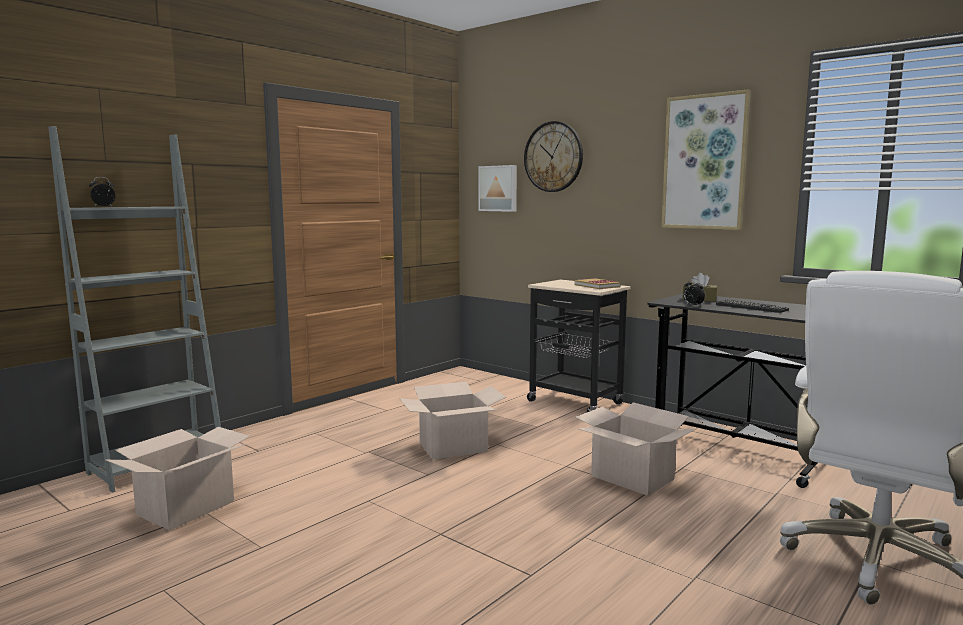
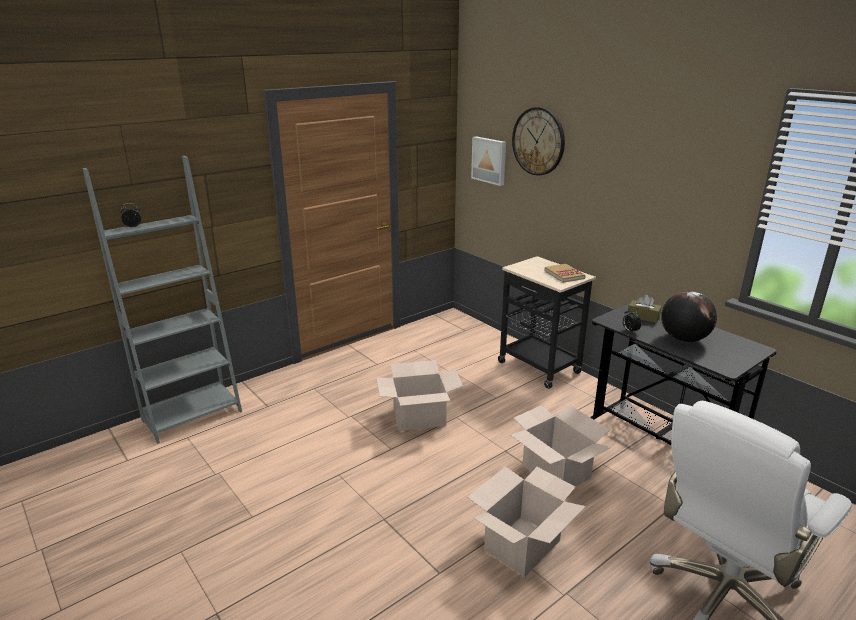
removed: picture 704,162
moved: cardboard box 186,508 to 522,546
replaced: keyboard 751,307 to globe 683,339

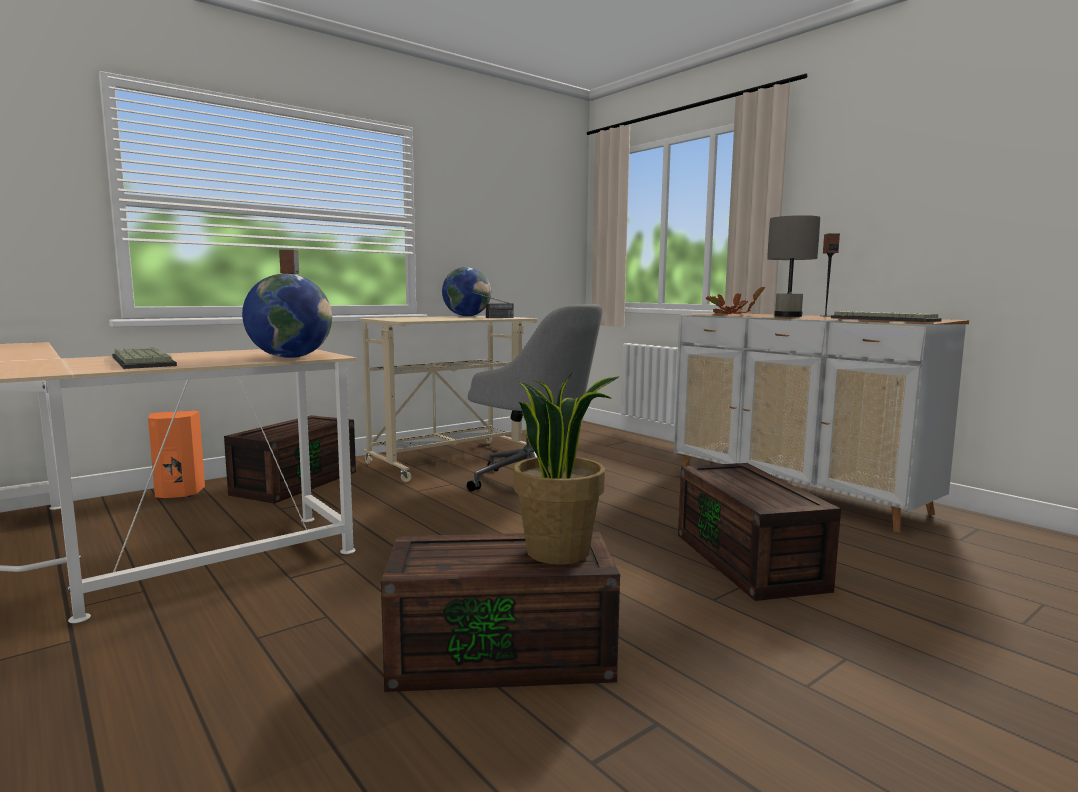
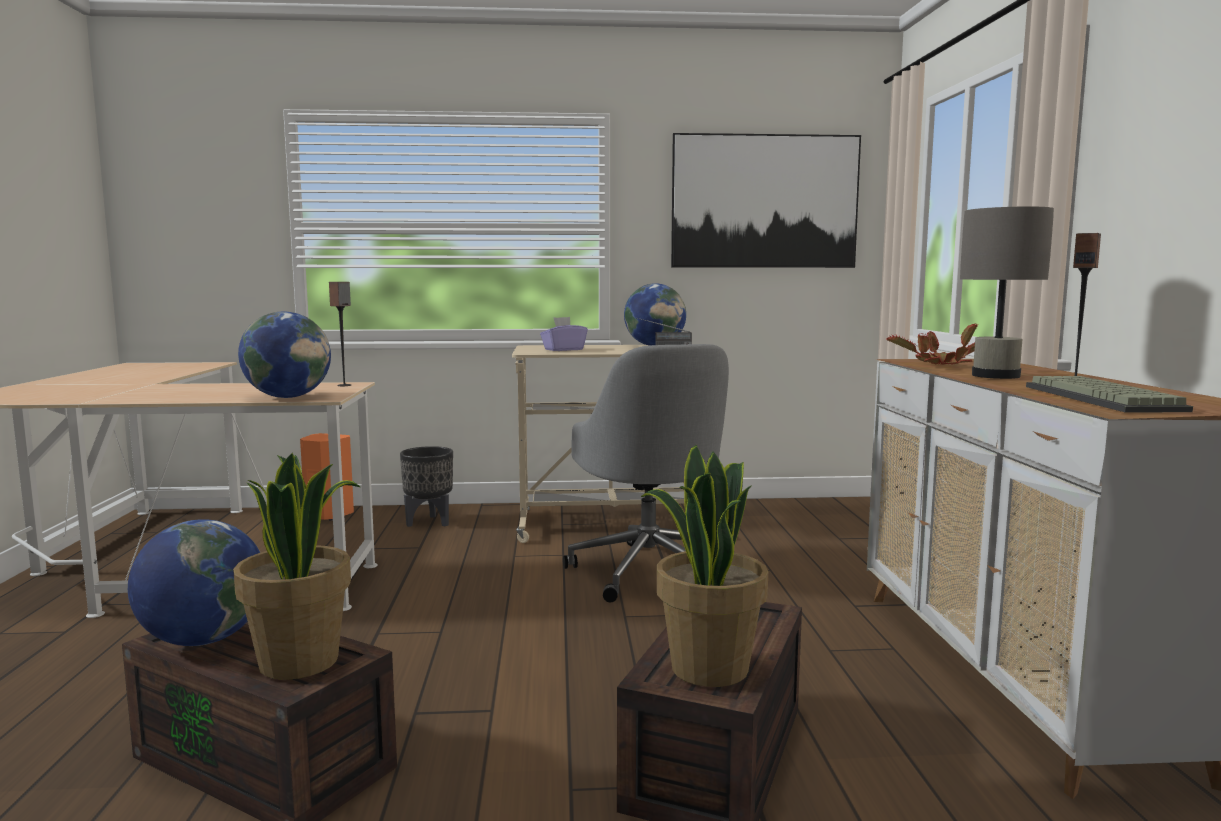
removed: keyboard 140,361
added: picture 765,201; purple tissue box 563,349; potted plant 708,668; globe 203,640
replaced: brown storage box 295,482 to black planter 429,522

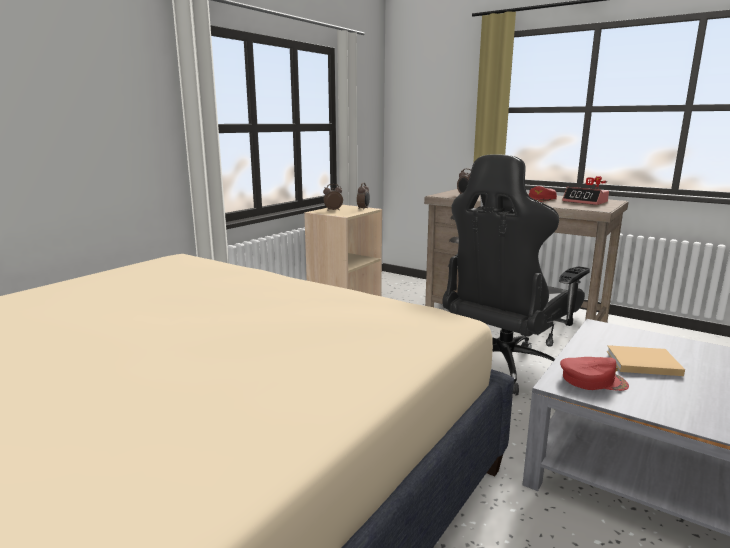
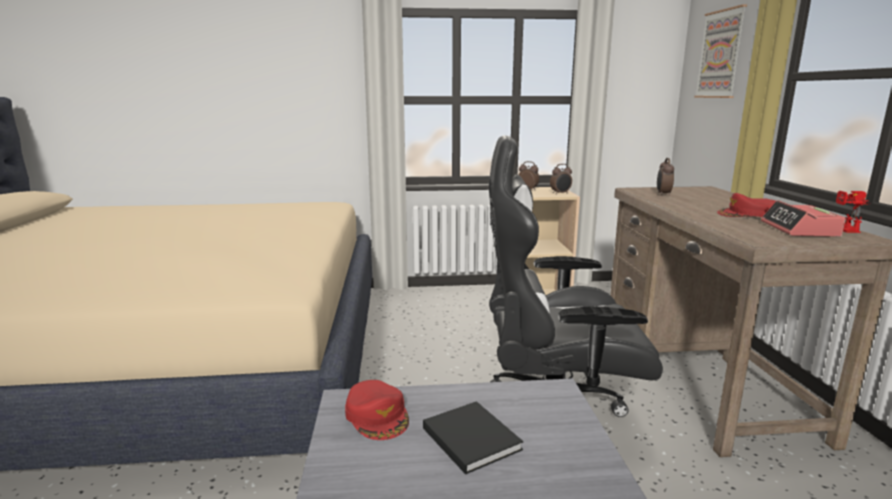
added: picture 720,54
recoloured: beige book 641,363 to black book 469,437

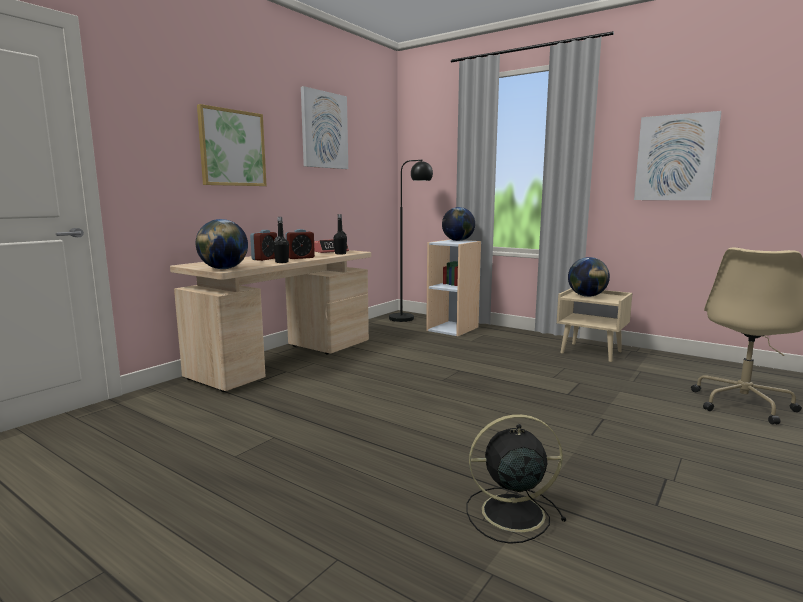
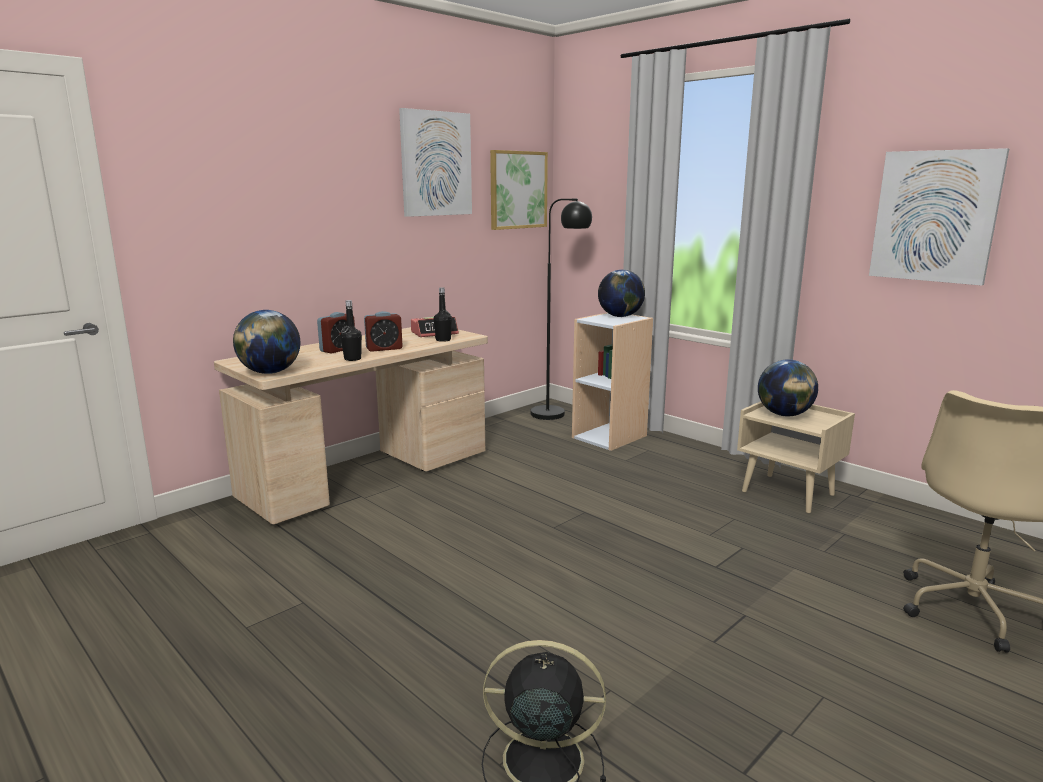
moved: picture 232,148 to 518,190

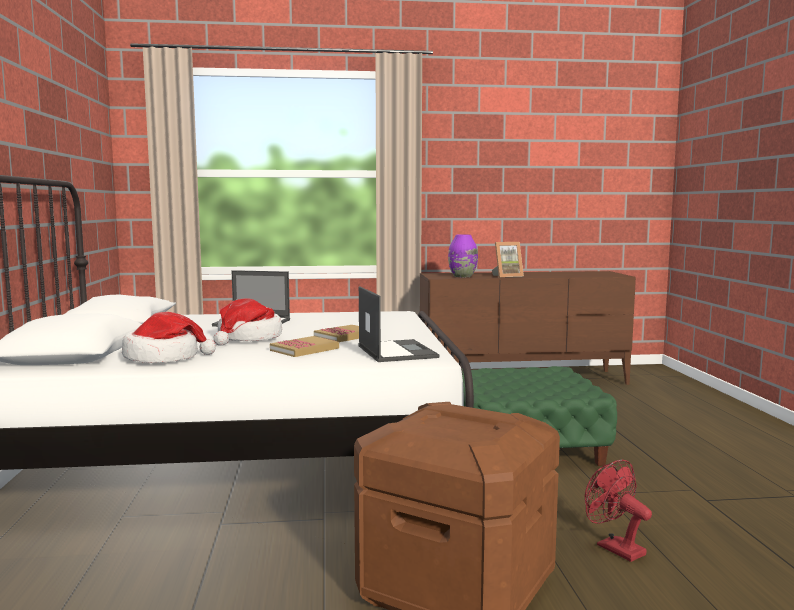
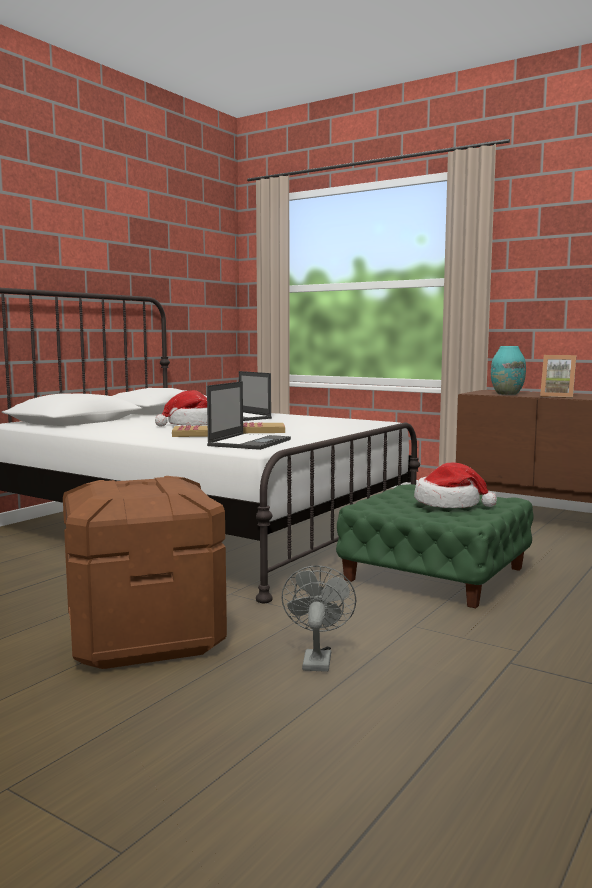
moved: hat 164,358 to 449,503
recoloured: purple vase 462,276 to turquoise vase 506,394; red fan 614,547 to grey fan 317,659

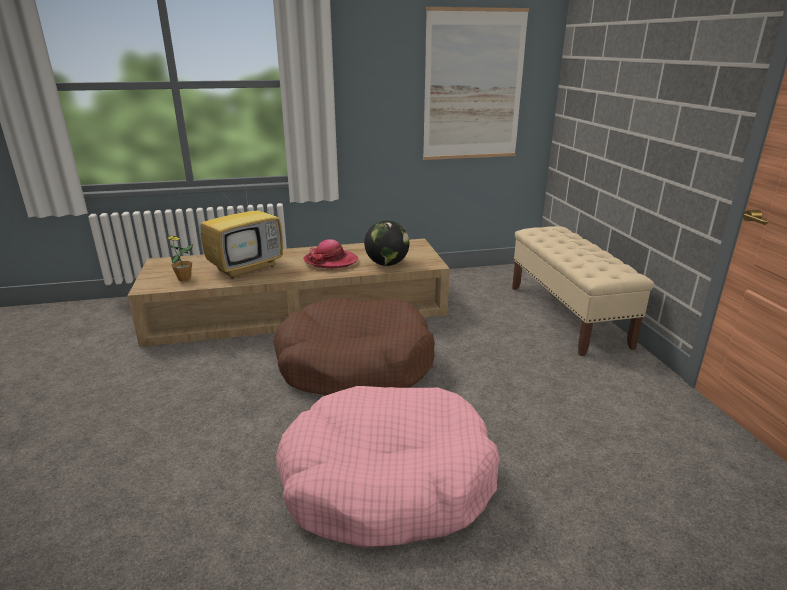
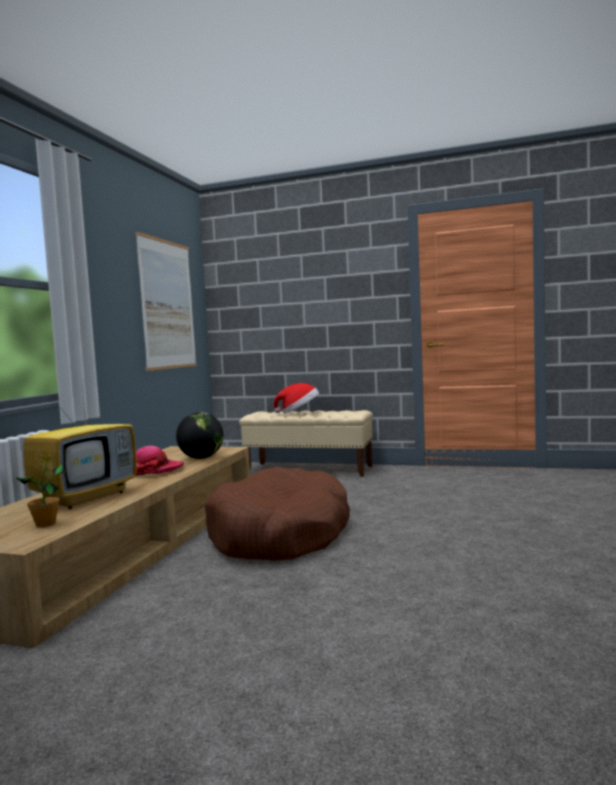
removed: pink dog bed 387,481
added: hat 299,412
turned: television 247,267 = 86,497 45 degrees clockwise

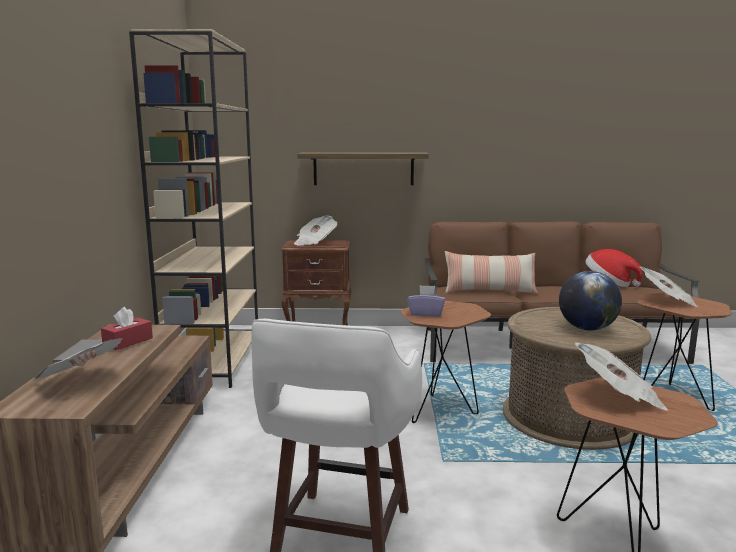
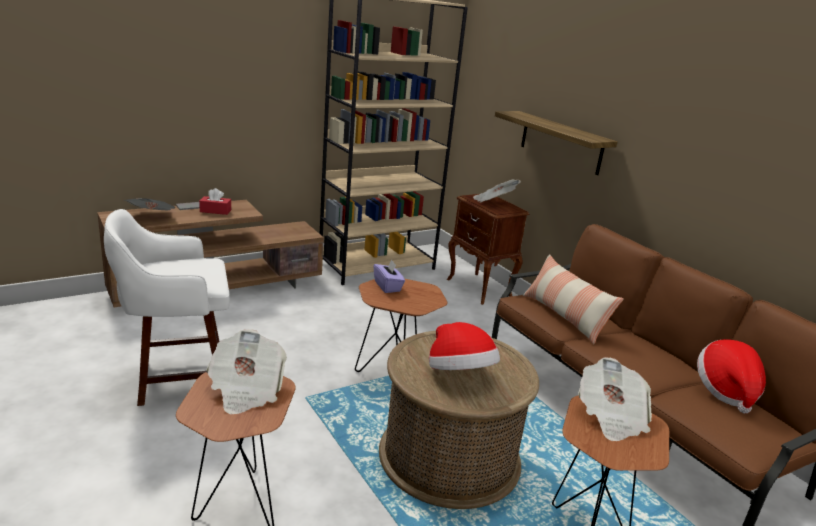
replaced: globe 587,329 to hat 459,374

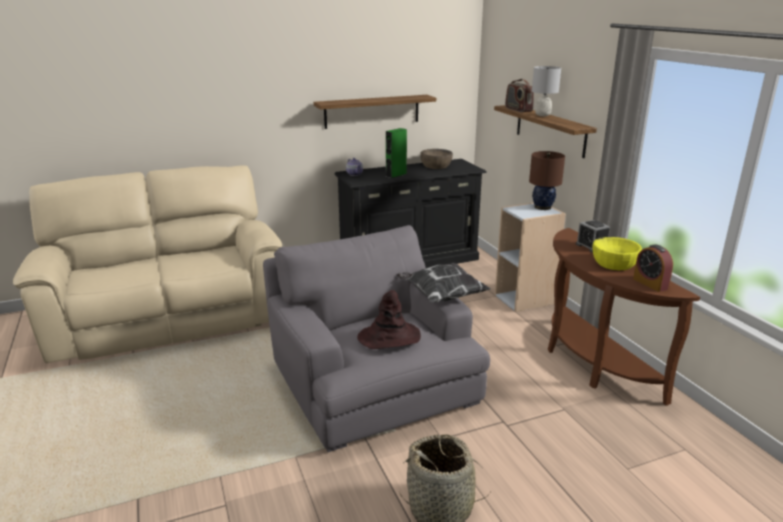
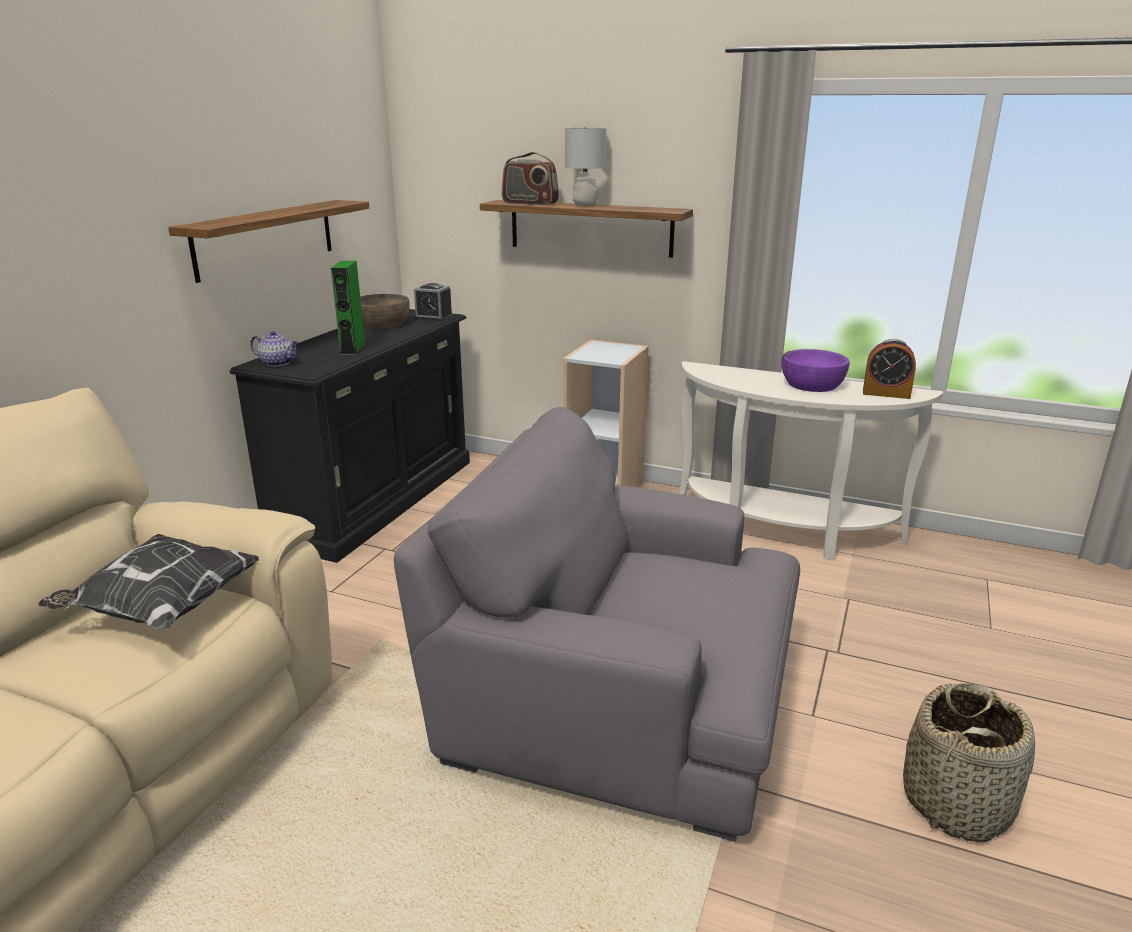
removed: brown table lamp 542,207; brown hat 389,337
moved: alarm clock 591,247 to 433,317; pillow 441,296 to 161,609
recoloured: brown console table 590,362 to white console table 782,533; yellow bowl 614,263 to purple bowl 812,384

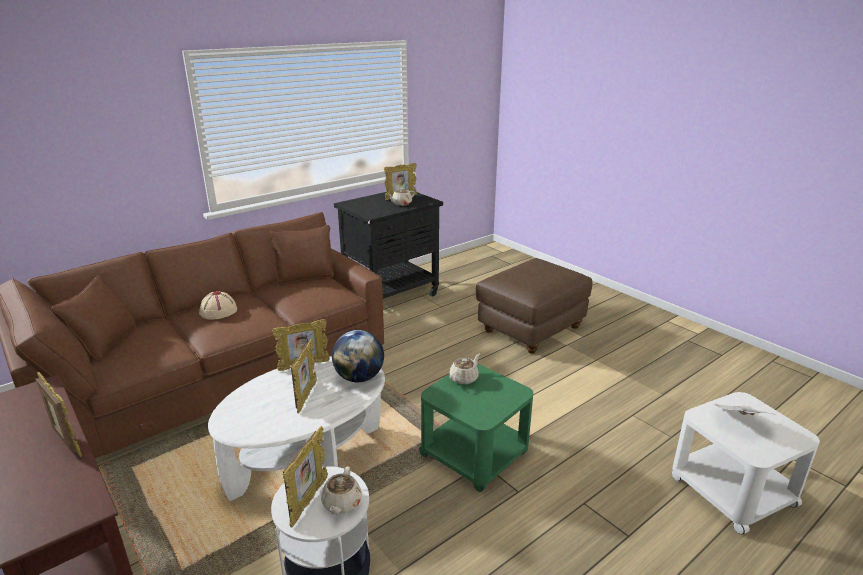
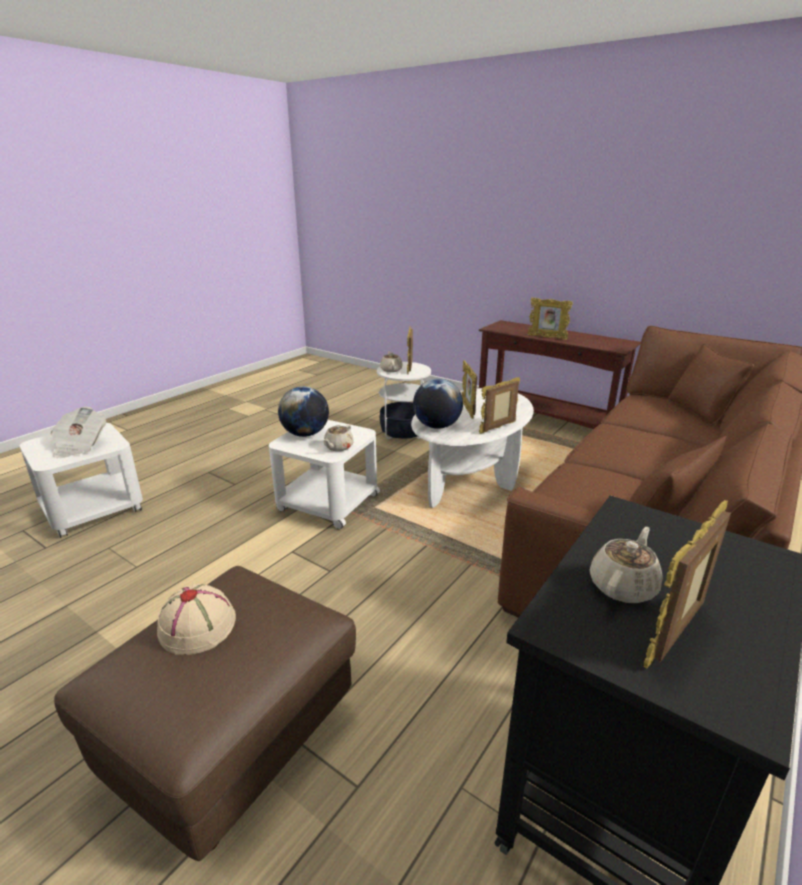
added: globe 305,434
moved: beige hat 218,311 to 198,626
recoloured: green side table 475,454 to white side table 327,502

